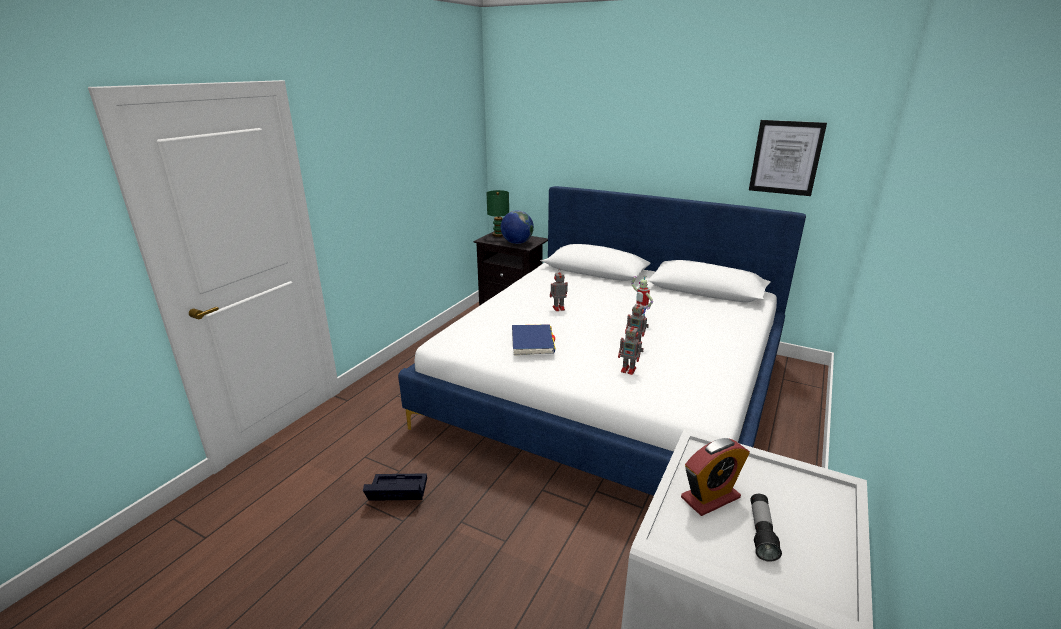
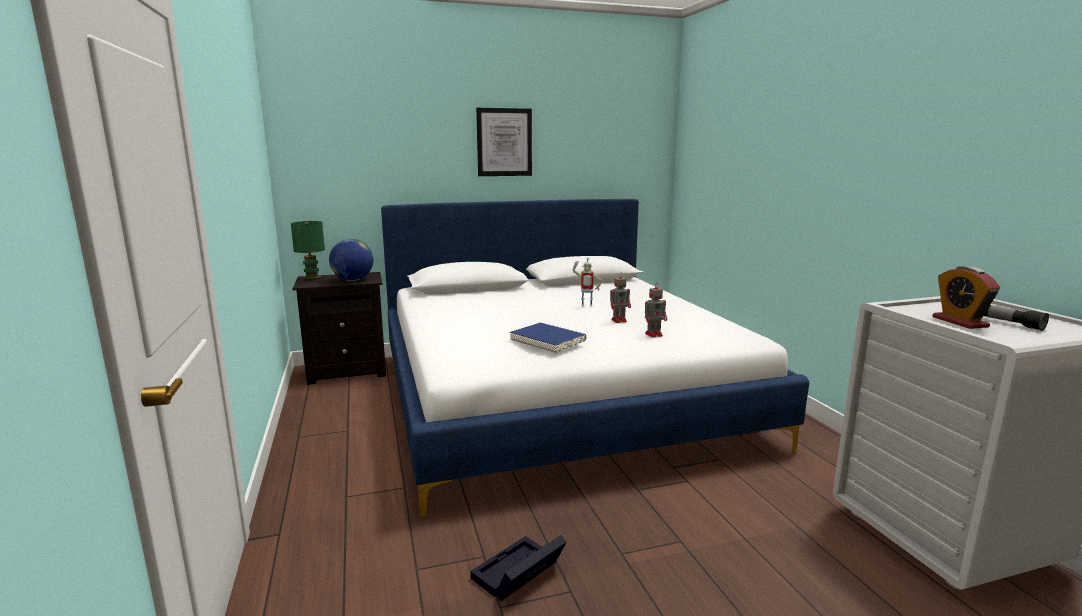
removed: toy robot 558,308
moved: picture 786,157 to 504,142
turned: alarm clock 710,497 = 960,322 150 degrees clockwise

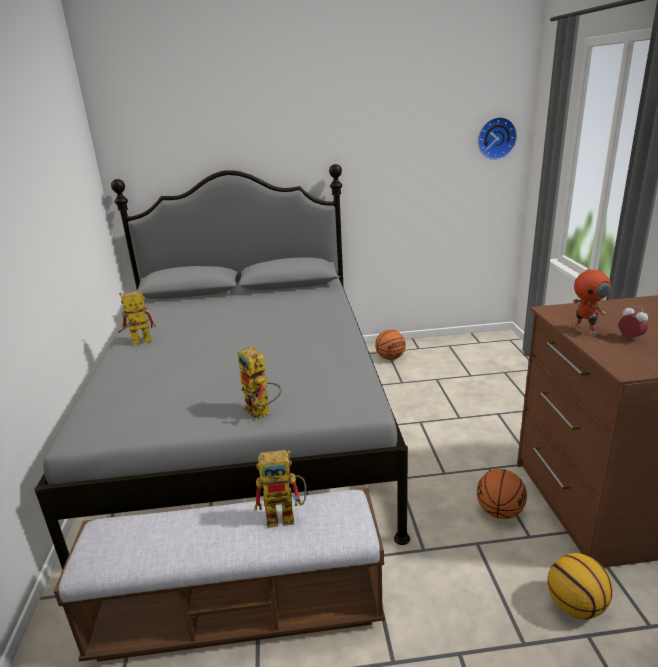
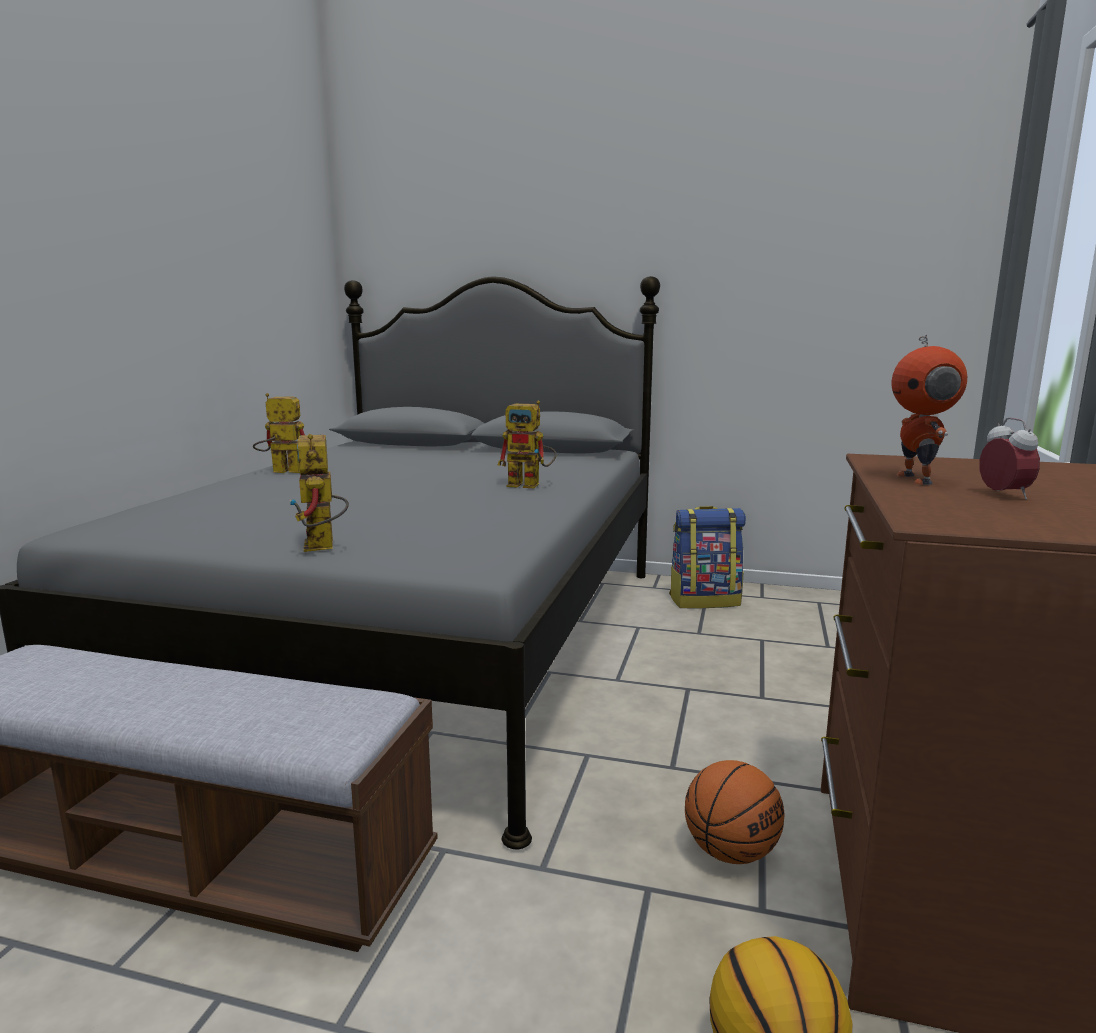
removed: wall clock 495,138
moved: toy robot 287,515 to 531,485
replaced: basketball 390,358 to backpack 705,600

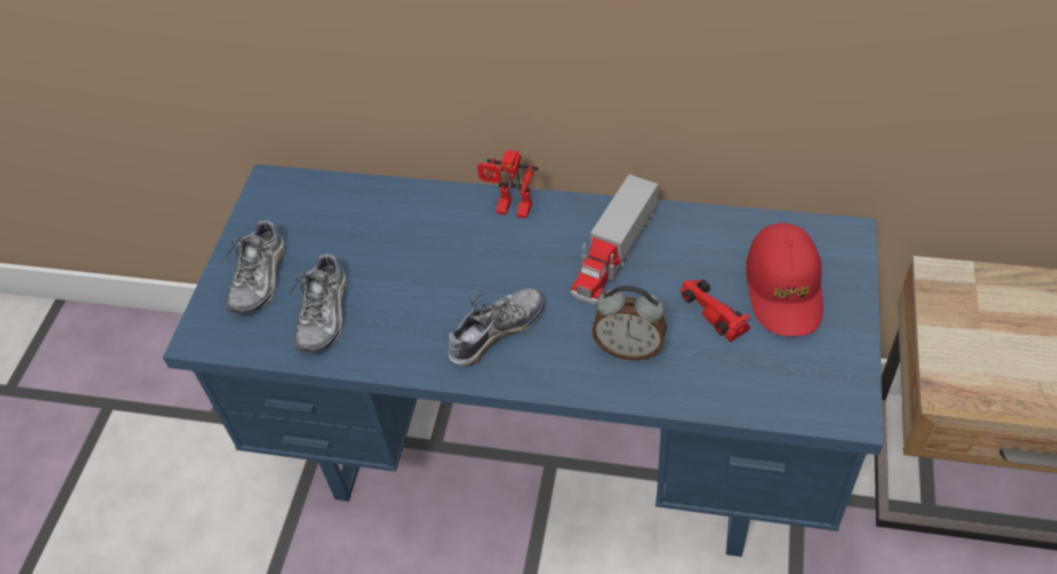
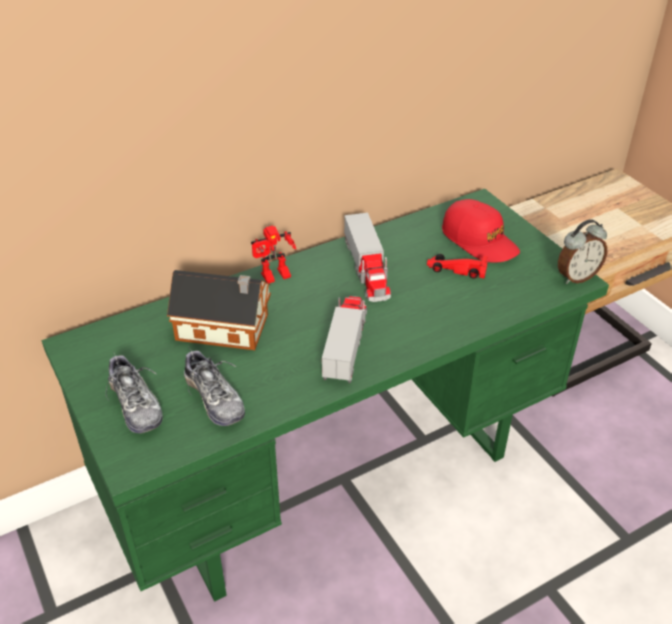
added: toy house 226,328
moved: alarm clock 629,348 to 576,277
replaced: shoe 496,332 to toy truck 346,345
recoloured: blue desk 549,452 to green desk 337,473

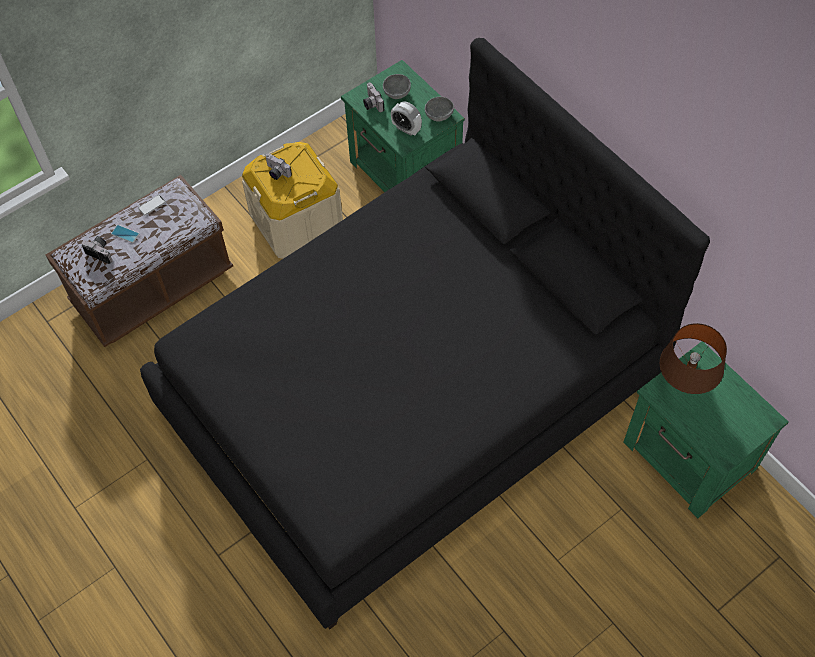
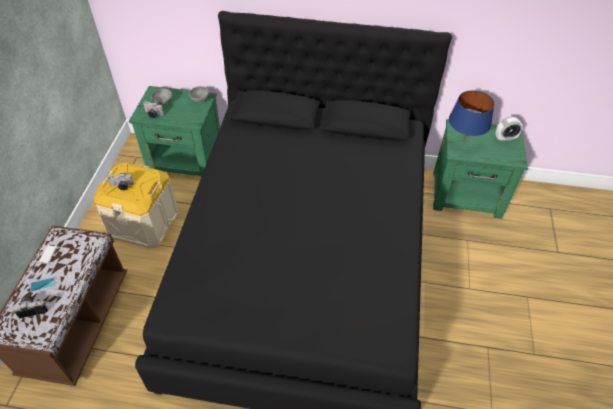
moved: alarm clock 406,129 to 505,138
recoloured: brown table lamp 683,385 to blue table lamp 463,142

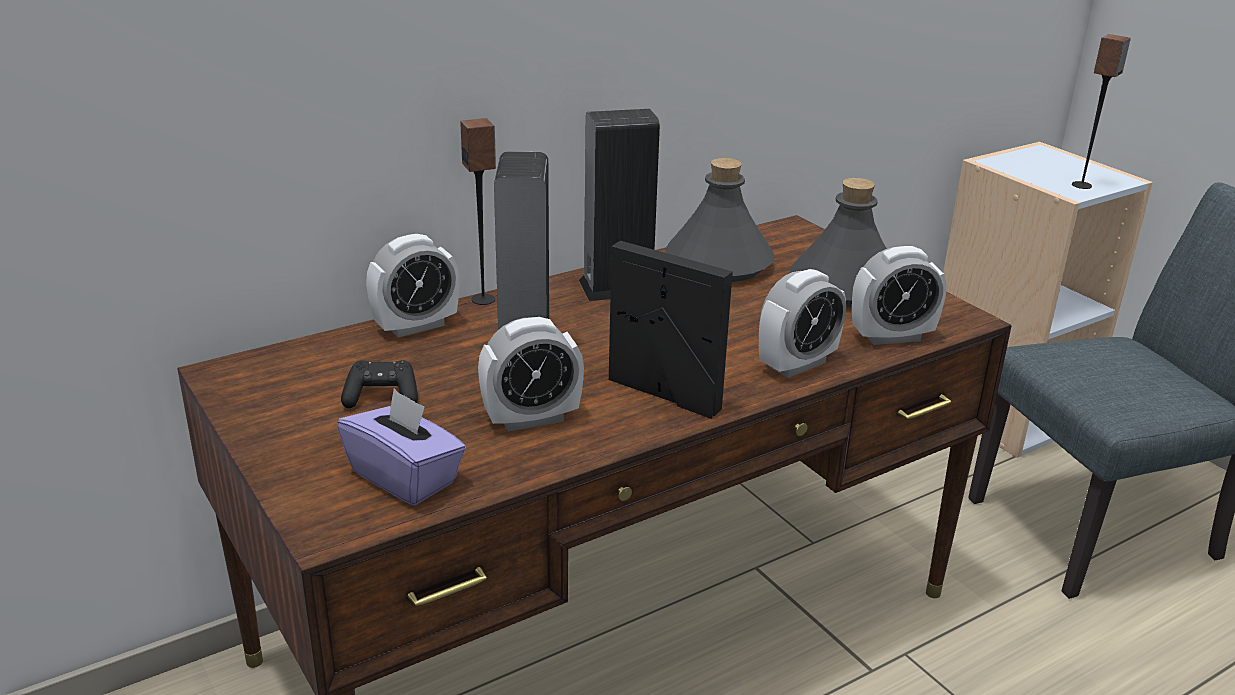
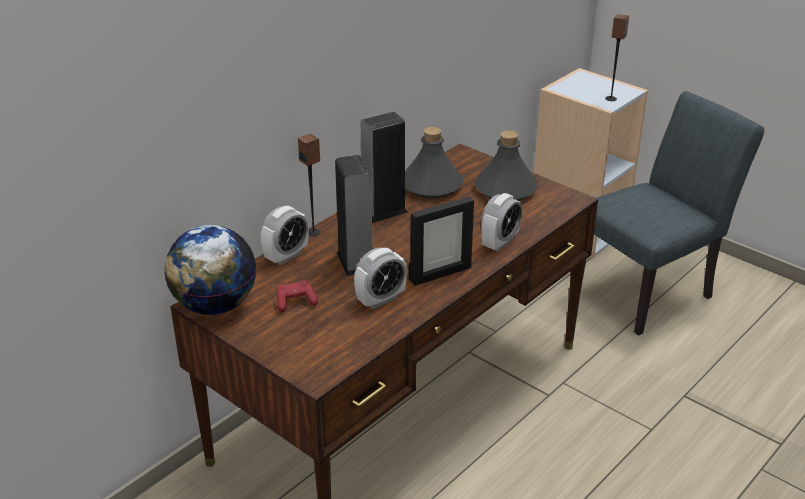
removed: alarm clock 892,337; purple tissue box 405,477
added: globe 214,305
recoloured: black game controller 382,397 to red game controller 296,302
turned: picture frame 662,395 = 440,273 135 degrees clockwise

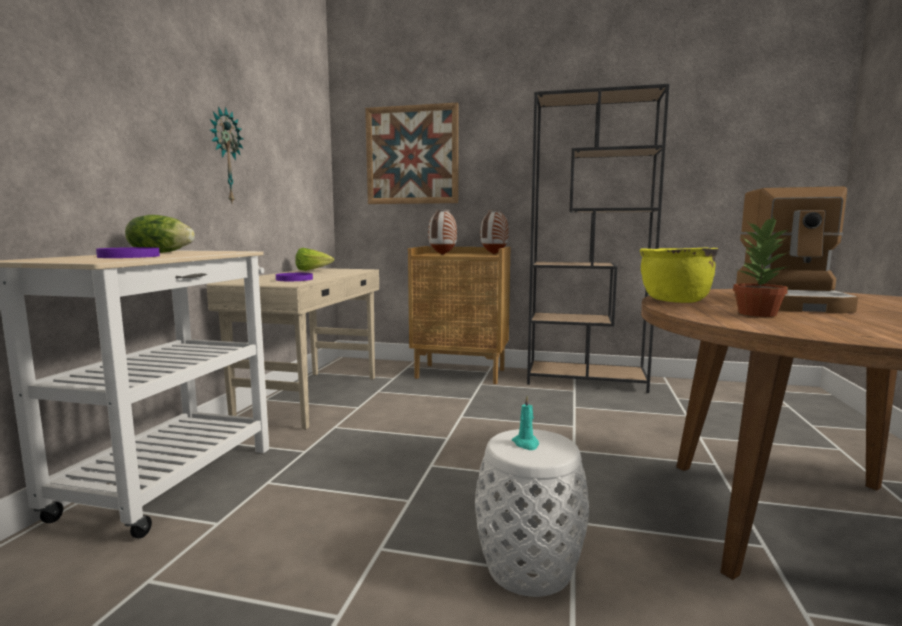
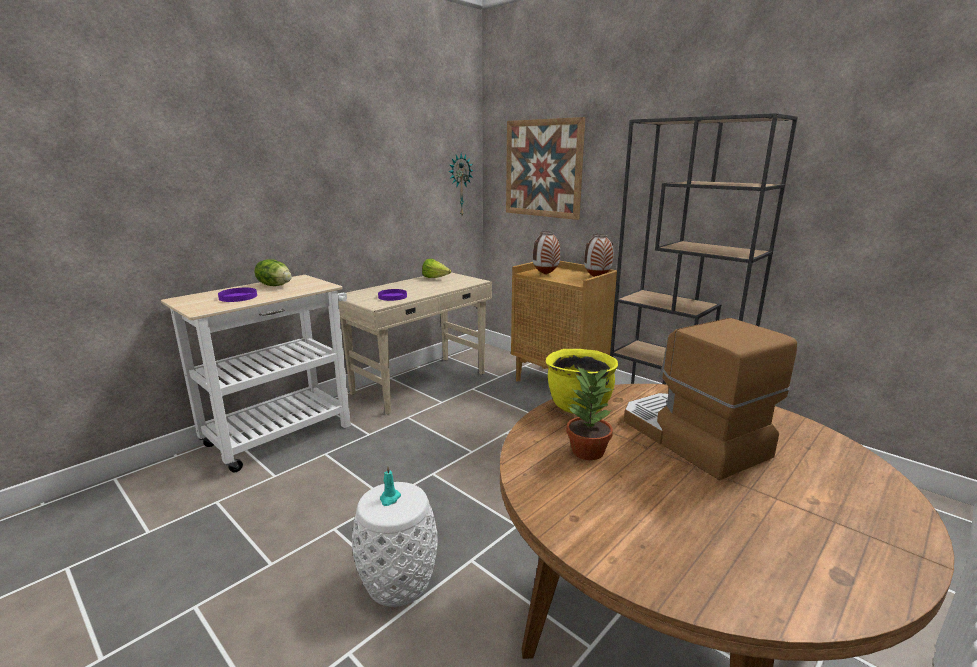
moved: wall clock 225,156 to 459,185
turned: coffee machine 791,302 = 690,438 105 degrees clockwise

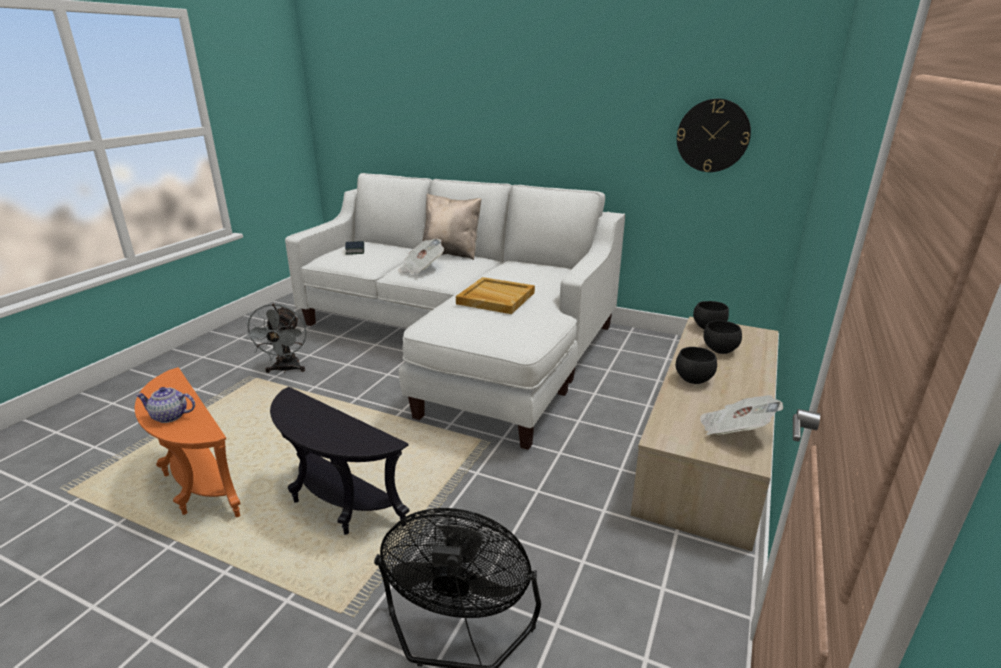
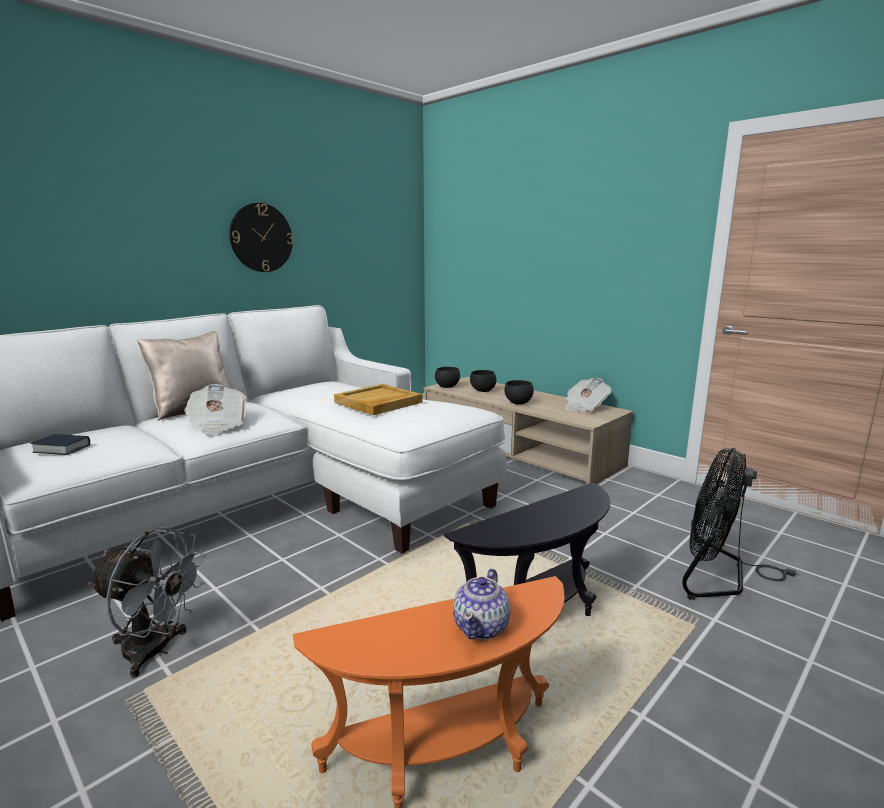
moved: wall clock 713,136 to 261,238

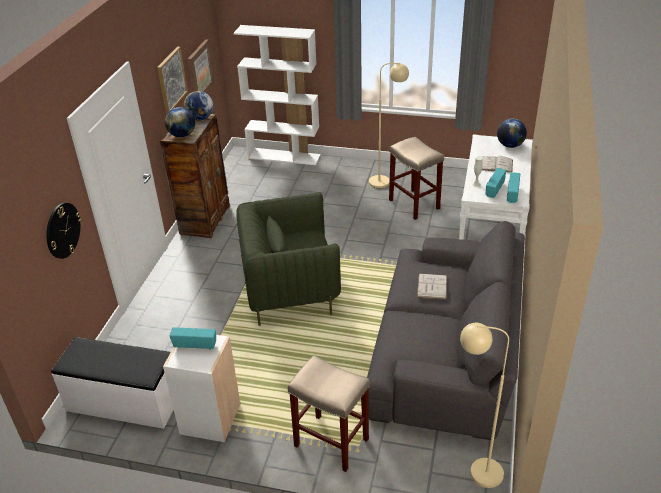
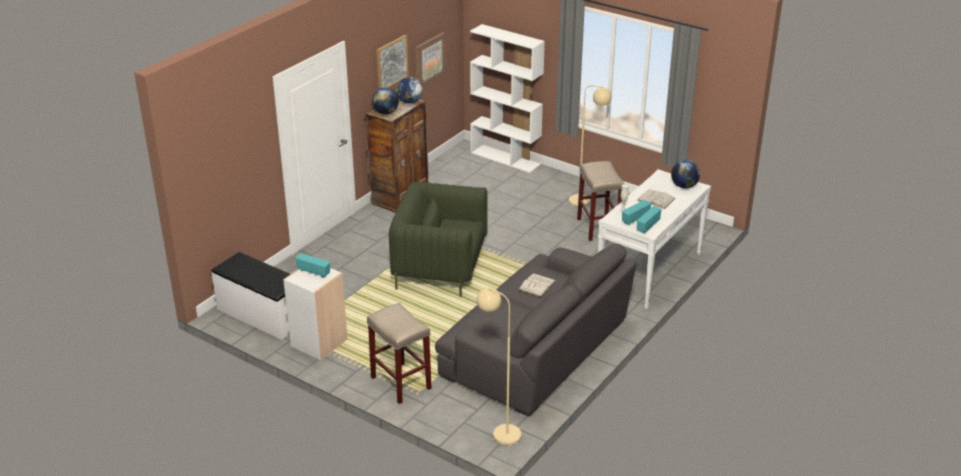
removed: wall clock 62,230

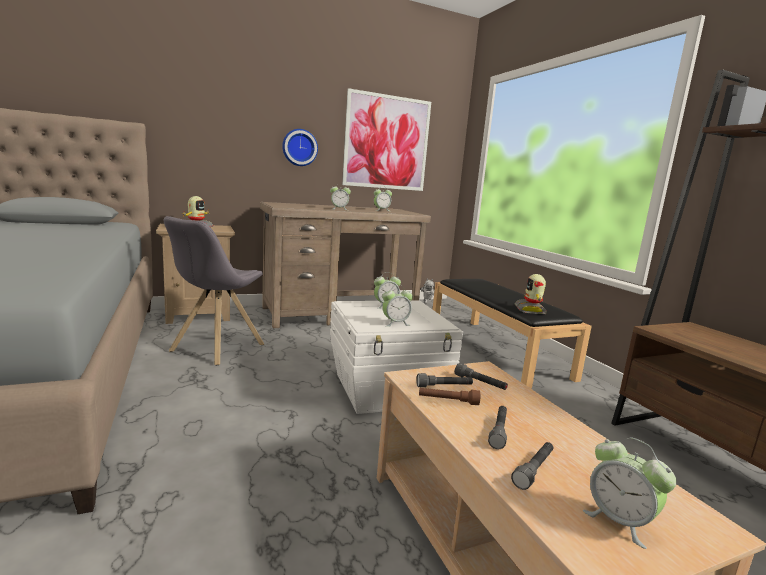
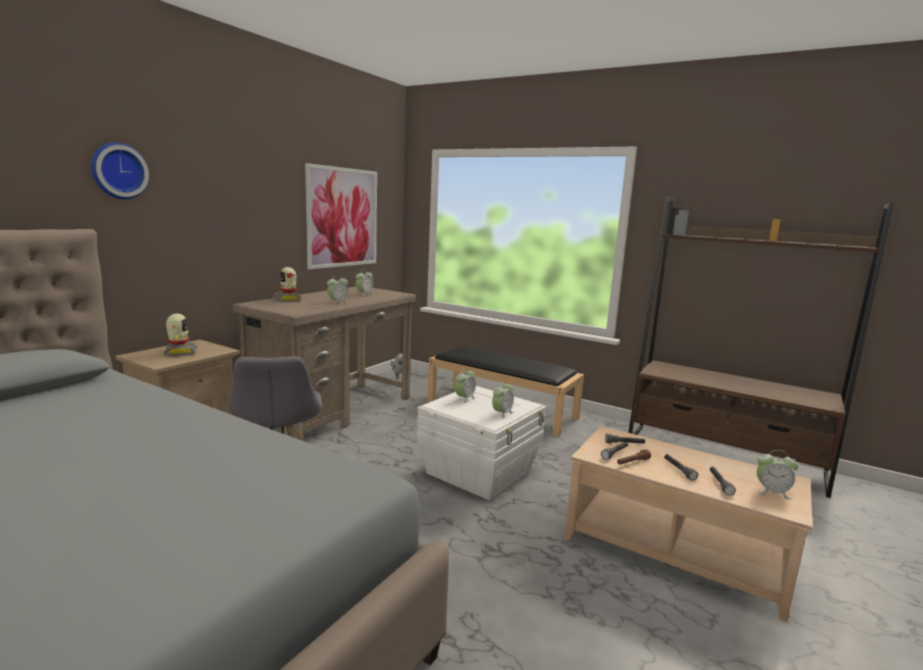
moved: wall clock 299,147 to 118,171; toy robot 530,310 to 288,299

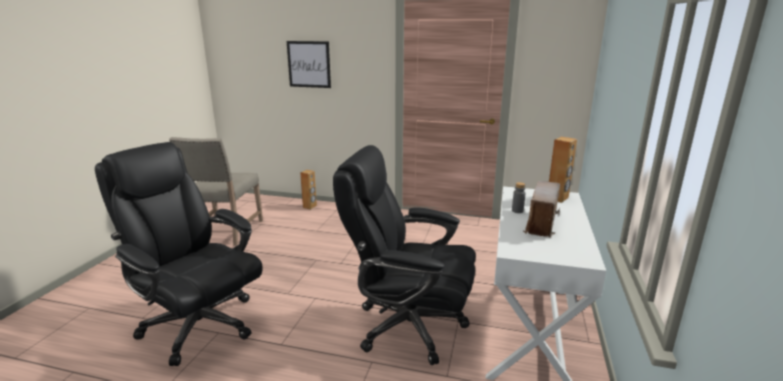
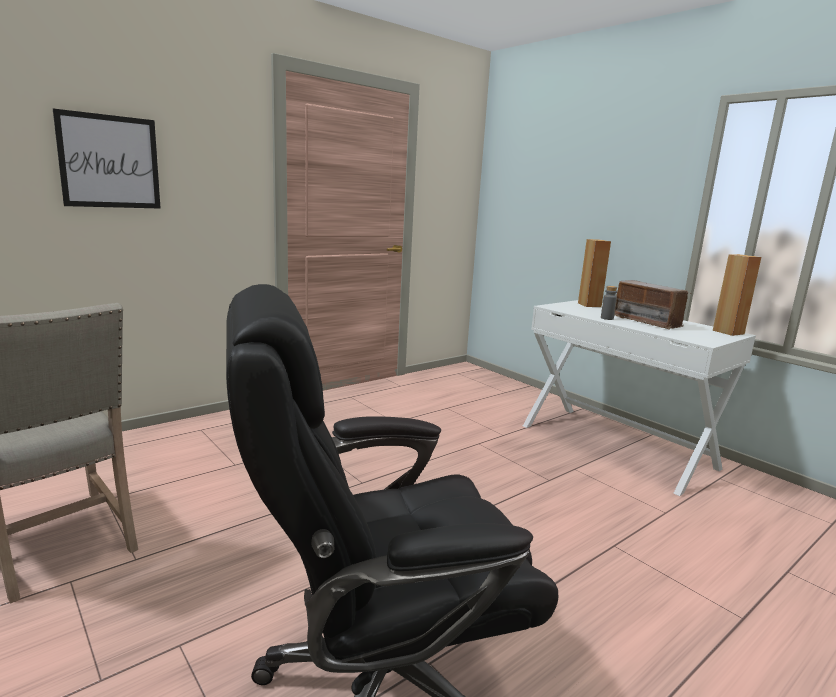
removed: black office chair 409,327
moved: brown speaker 310,206 to 728,332

